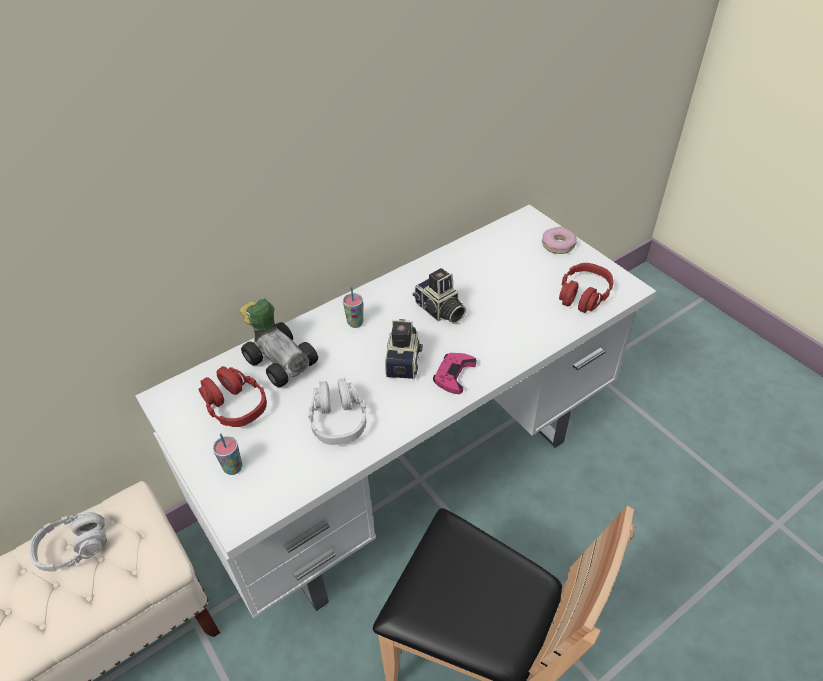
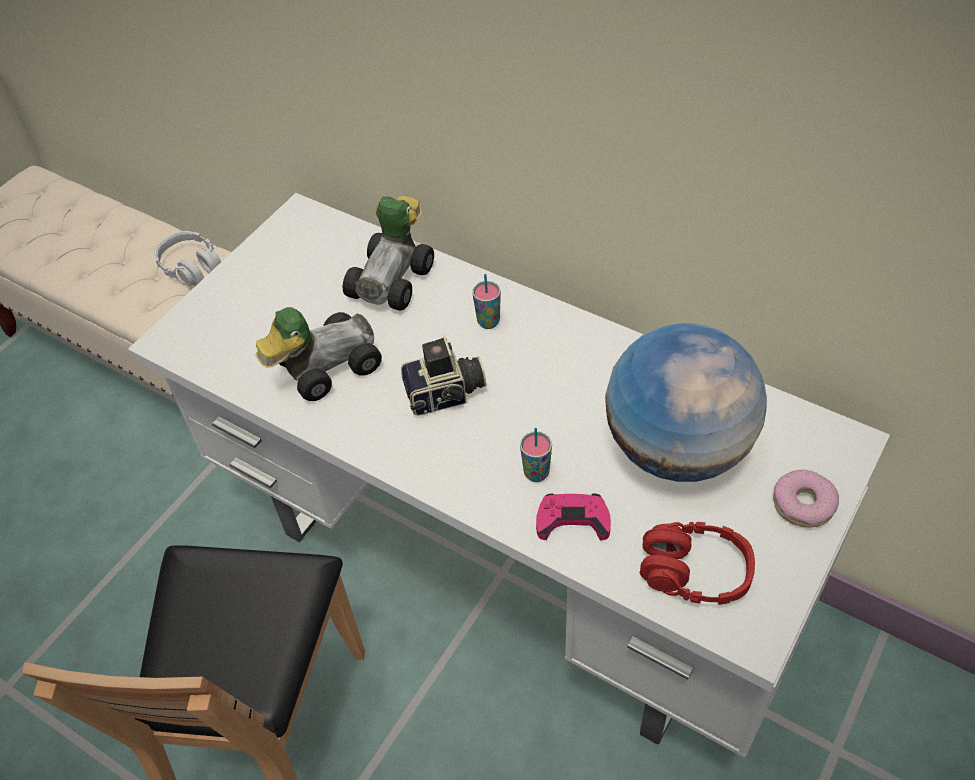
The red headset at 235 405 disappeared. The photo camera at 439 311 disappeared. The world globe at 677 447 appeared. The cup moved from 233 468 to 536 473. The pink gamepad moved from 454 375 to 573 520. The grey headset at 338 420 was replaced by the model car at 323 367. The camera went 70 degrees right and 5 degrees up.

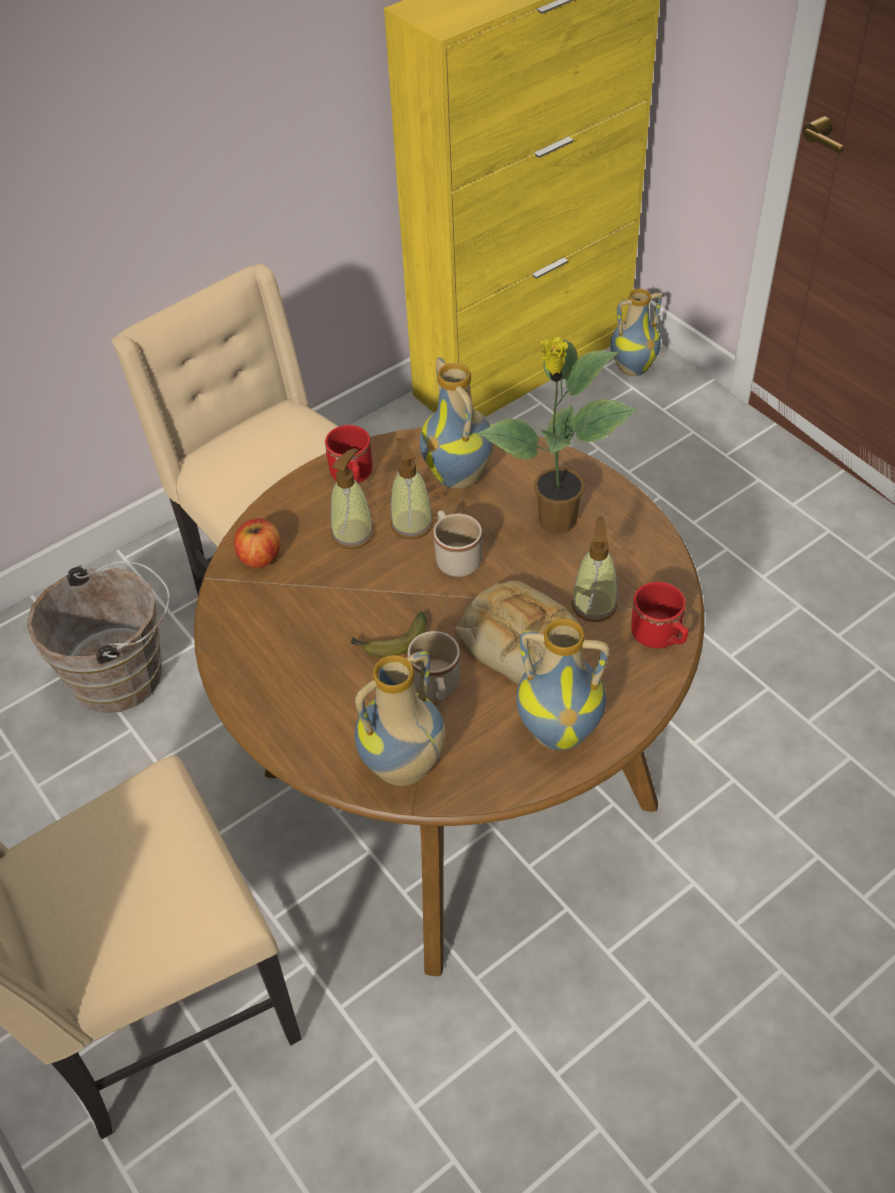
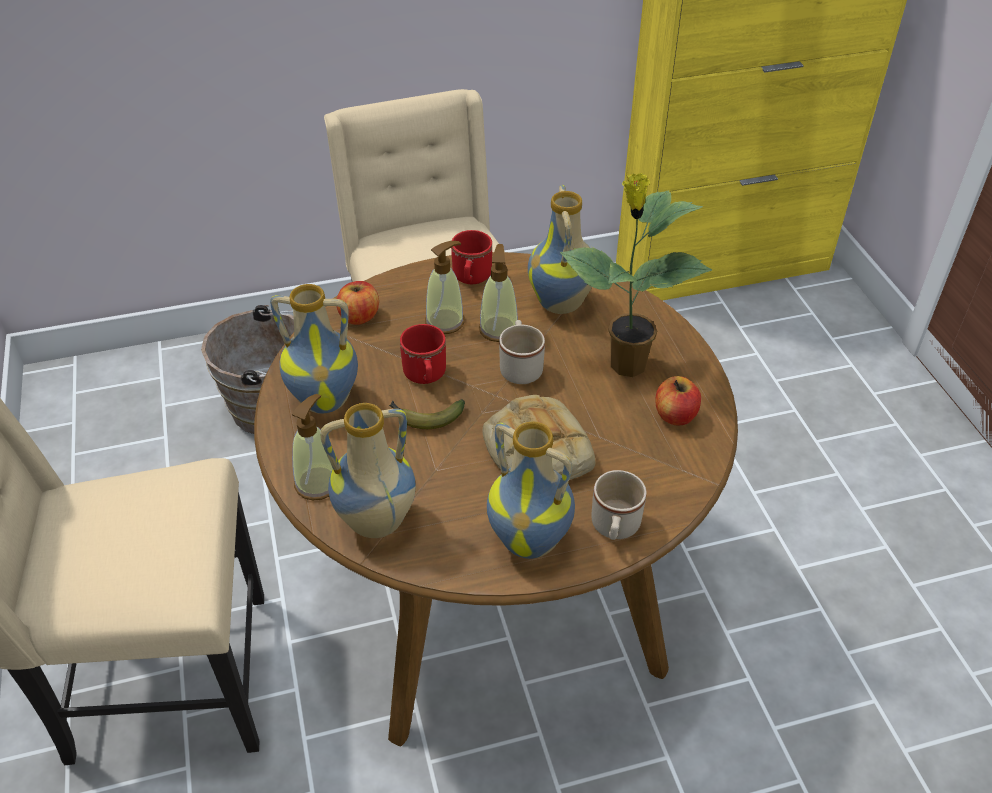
The whole apple at 675 415 appeared. The beige mug moved from 437 688 to 614 529. The soap dispenser moved from 594 604 to 318 483. The flower vase moved from 632 368 to 325 399. The red mug moved from 660 637 to 425 376. The camera went 20 degrees right and 5 degrees down.

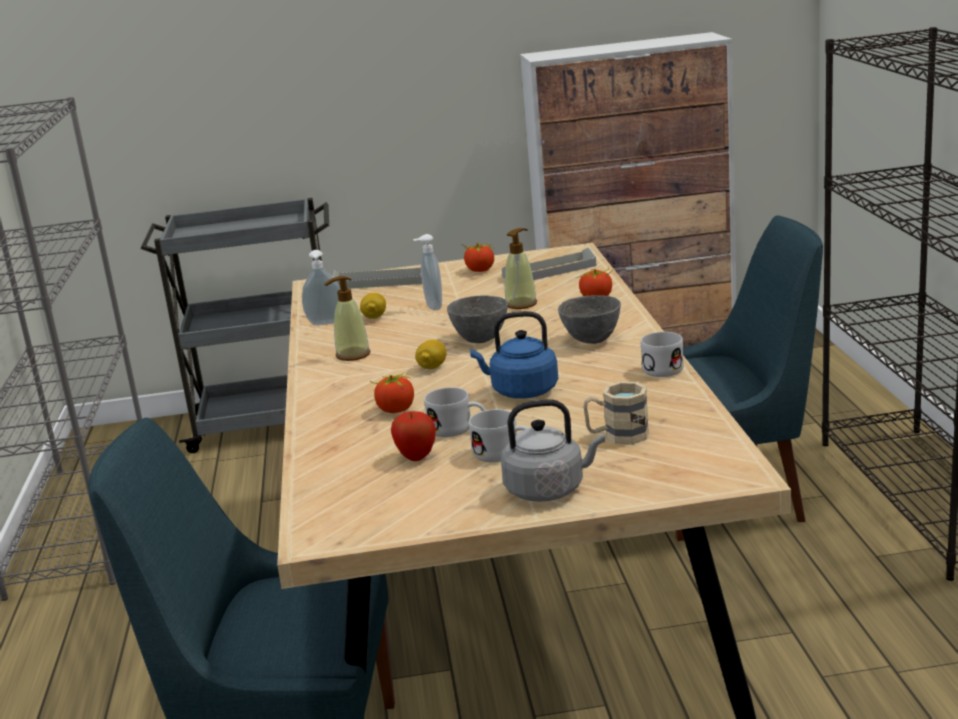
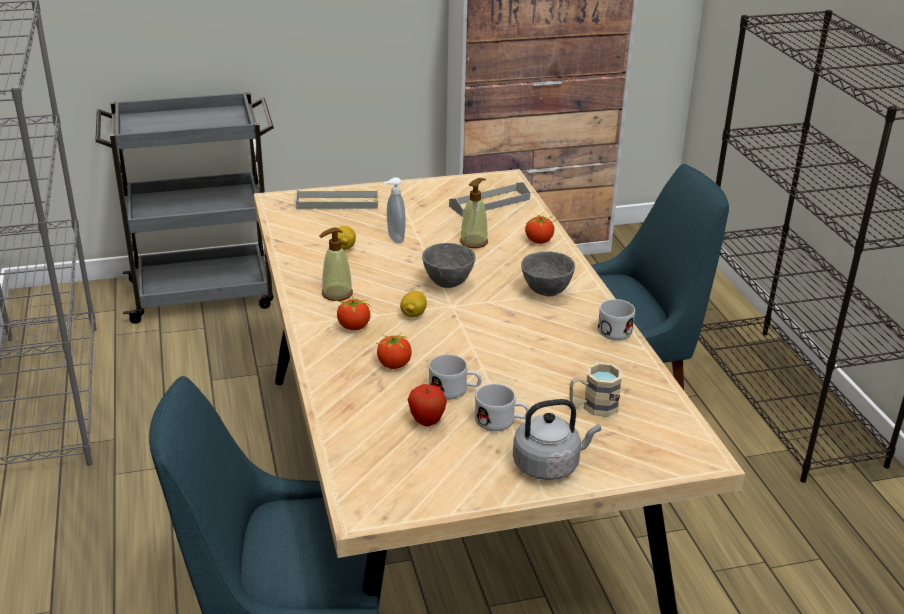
The soap dispenser at 326 323 disappeared. The blue water kettle at 521 391 disappeared. The fresh tomato moved from 480 270 to 353 327. The camera went 10 degrees left and 10 degrees up.

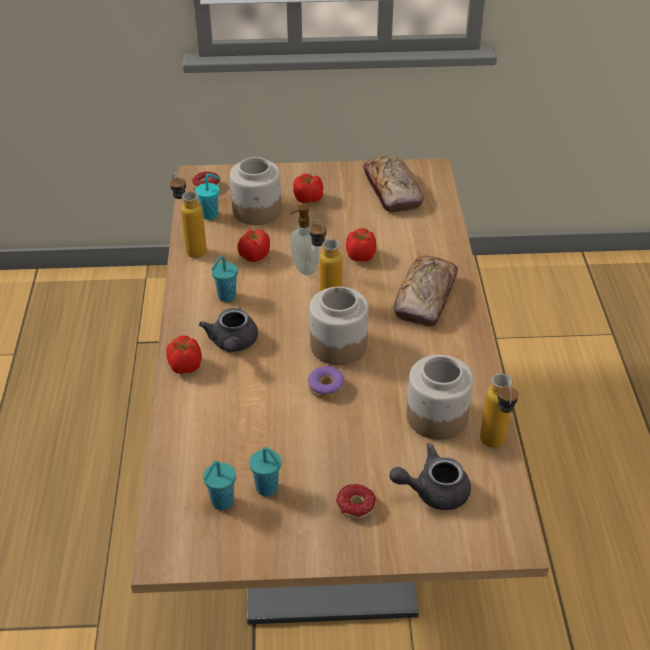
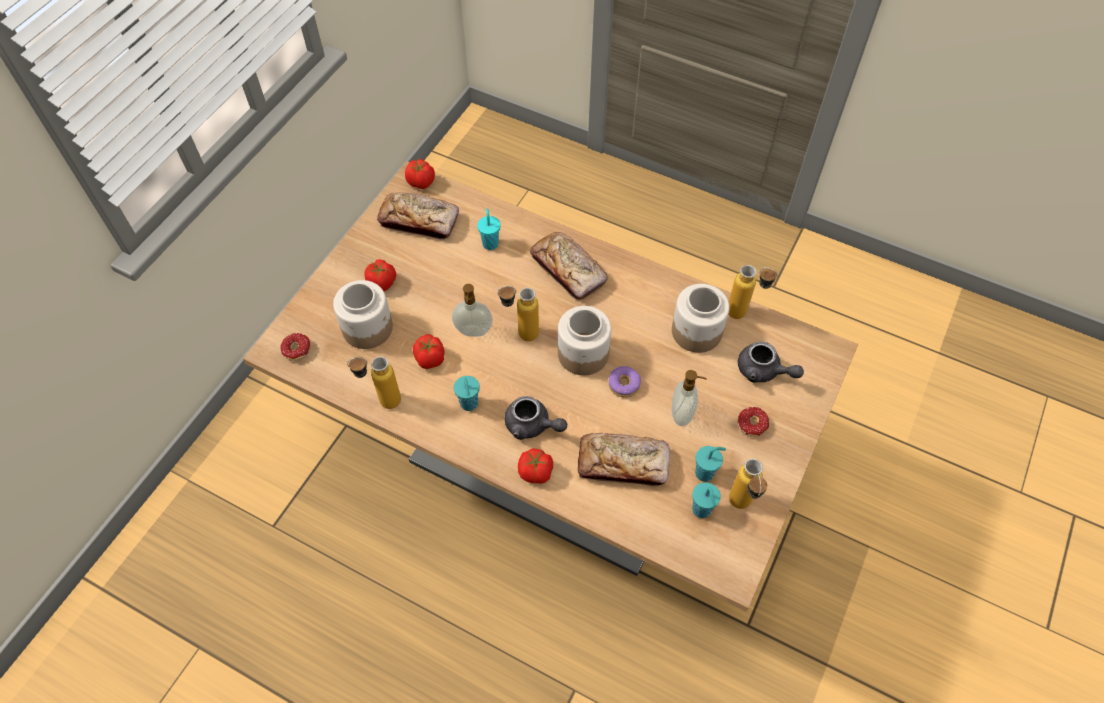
The bakery bread at 623 464 appeared. The soap dispenser at 682 414 appeared. The beverage bottle at 741 508 appeared. The turquoise-coloured cup moved from 211 215 to 490 243. The fresh tomato moved from 360 256 to 421 183. The grey teapot at 433 491 turned 75 degrees counterclockwise. The camera went 60 degrees left and 15 degrees up.

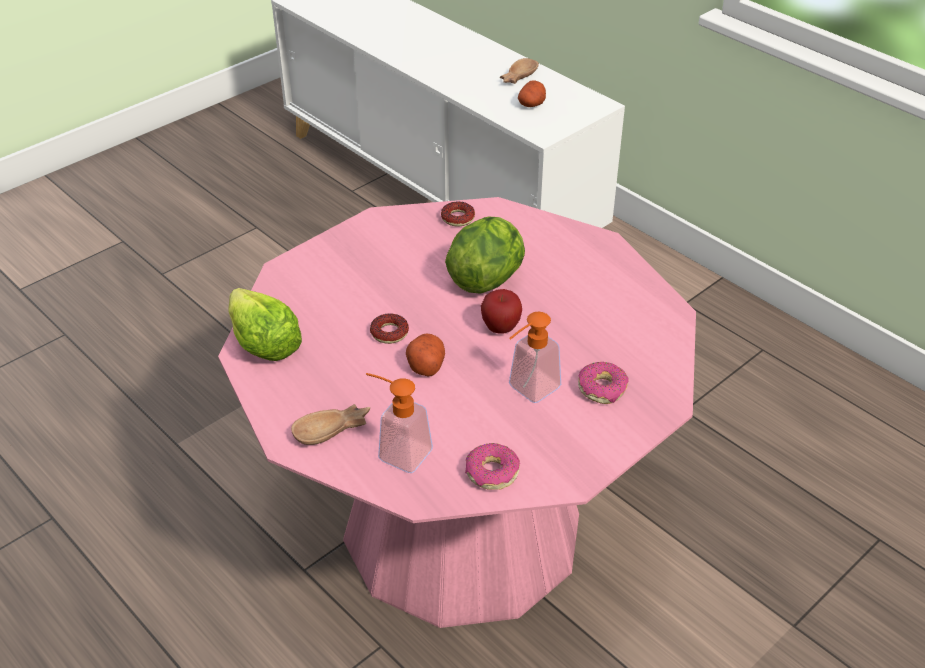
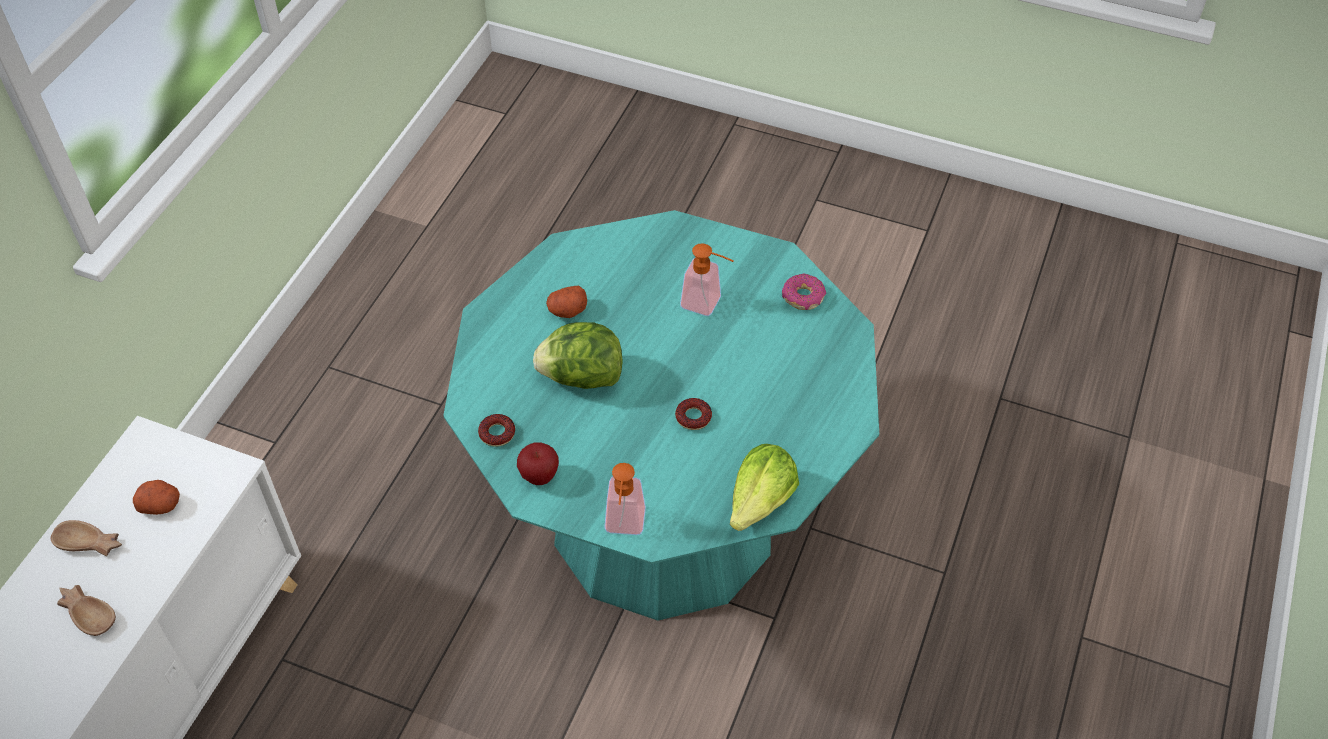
The doughnut at 602 388 disappeared. The brownish bowl moved from 333 430 to 88 612. The soap dispenser moved from 397 451 to 624 527. The whole potato moved from 425 364 to 567 310. The whole apple moved from 500 328 to 539 477. The pink dining table at 462 527 became the turquoise-coloured dining table at 664 520. The camera went 115 degrees left and 10 degrees up.

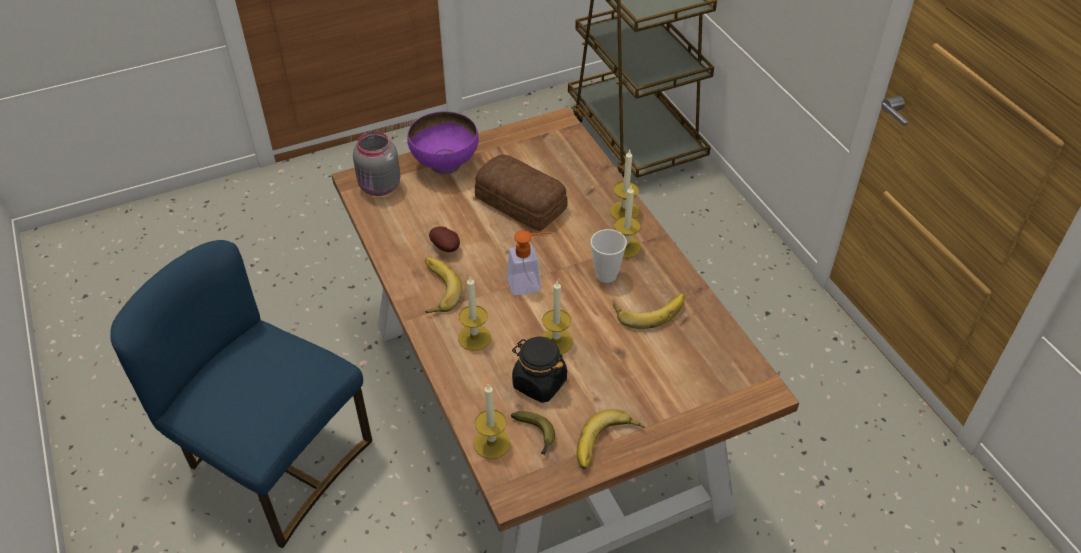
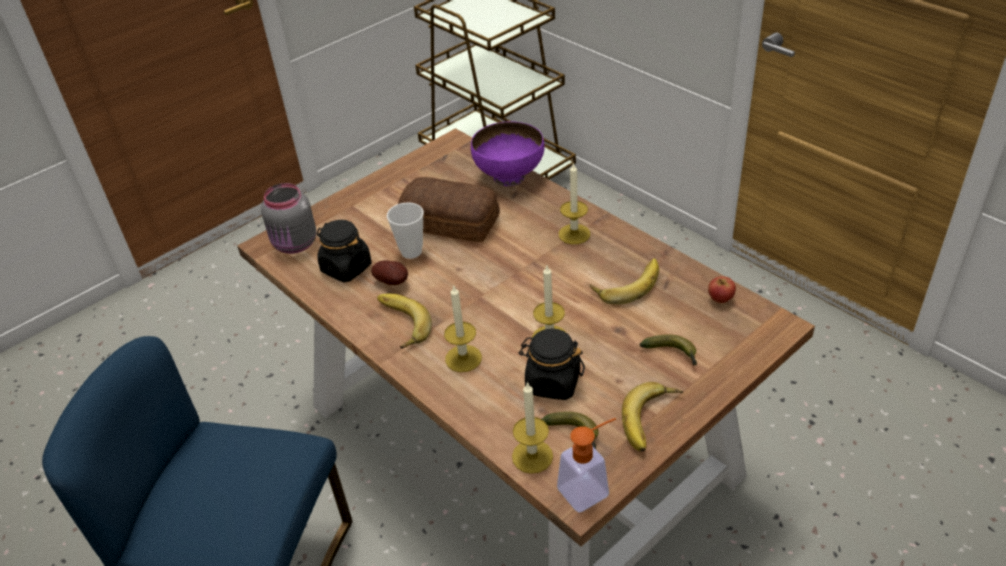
The wax candle at 624 211 disappeared. The black storage jar at 346 268 appeared. The banana fruit at 673 354 appeared. The whole apple at 720 299 appeared. The purple-coloured bowl moved from 445 165 to 509 178. The soap dispenser moved from 530 283 to 590 488. The cup moved from 606 275 to 411 251. The camera went 15 degrees left and 5 degrees down.

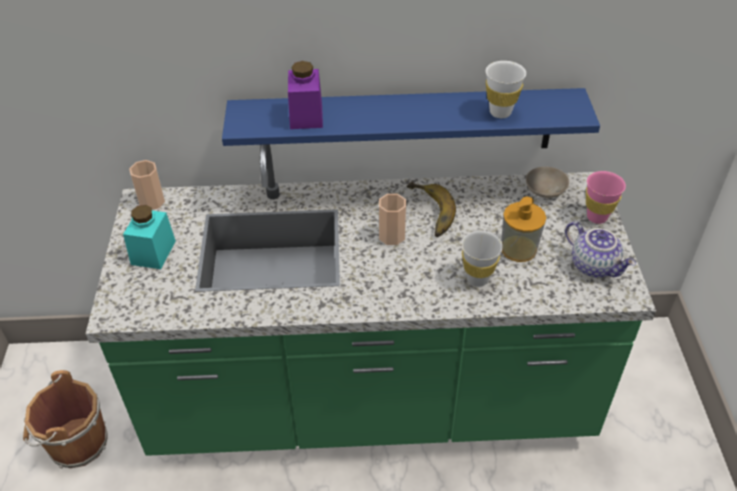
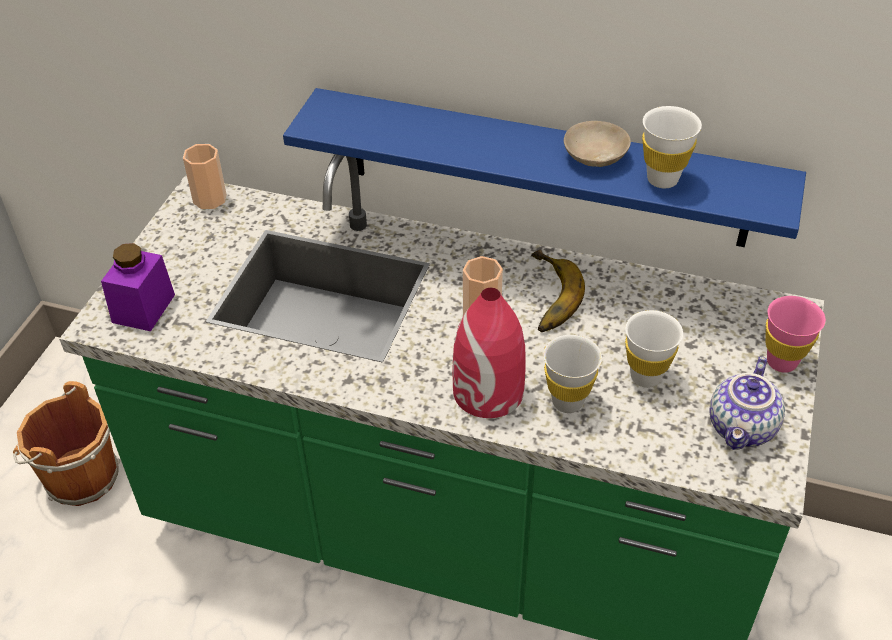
The turquoise-coloured storage jar at 153 252 disappeared. The red flower vase at 488 392 appeared. The purple-coloured storage jar moved from 306 116 to 143 308. The beige bowl moved from 545 189 to 595 155. The soap dispenser at 518 249 was replaced by the white-coloured cup at 645 377. The teapot at 594 266 turned 45 degrees clockwise. The camera went 20 degrees right and 0 degrees up.

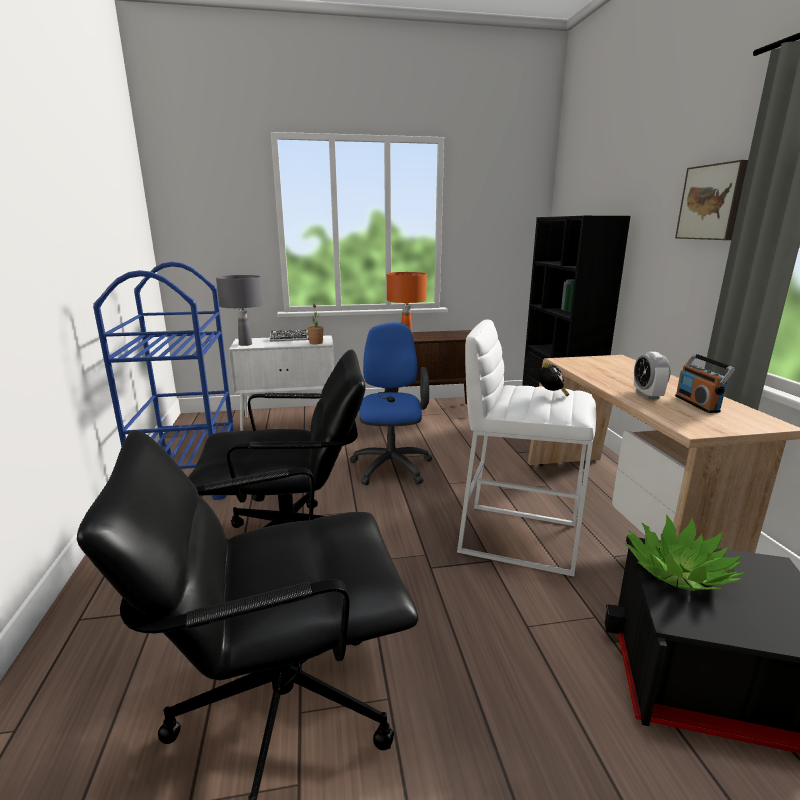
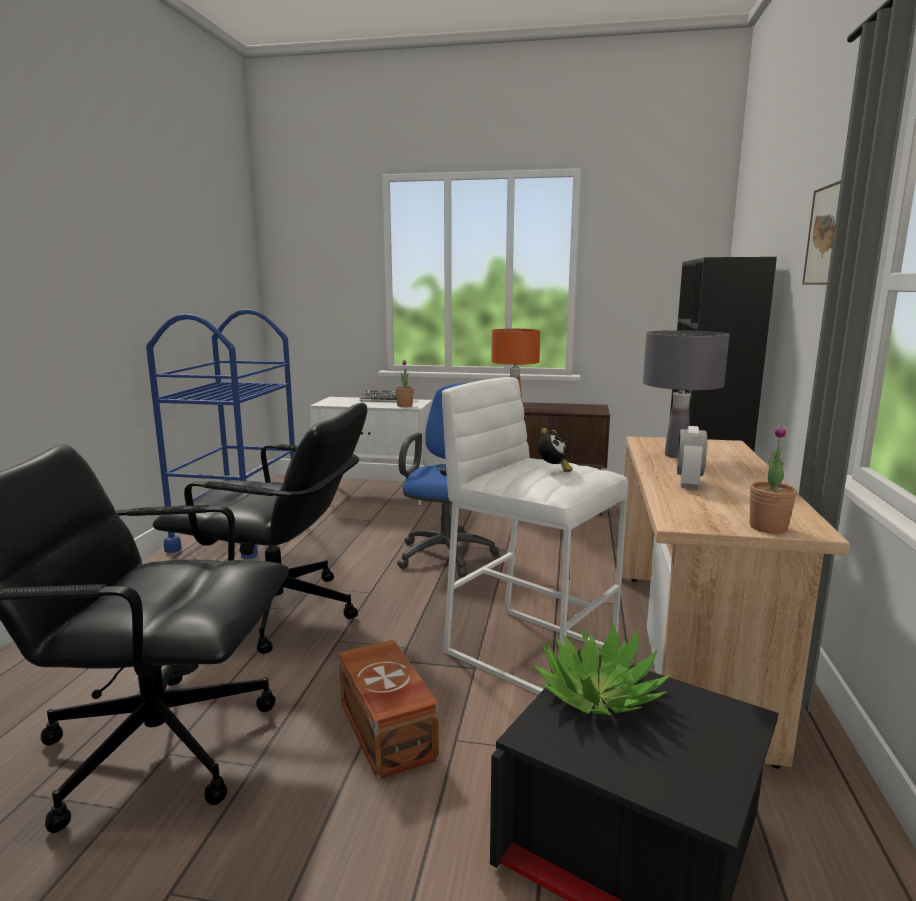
The radio set at 697 404 disappeared. The brownish storage box at 385 731 appeared. The plant in a pot at 768 527 appeared. The grey table lamp moved from 245 344 to 676 455. The camera went 20 degrees right and 5 degrees down.

